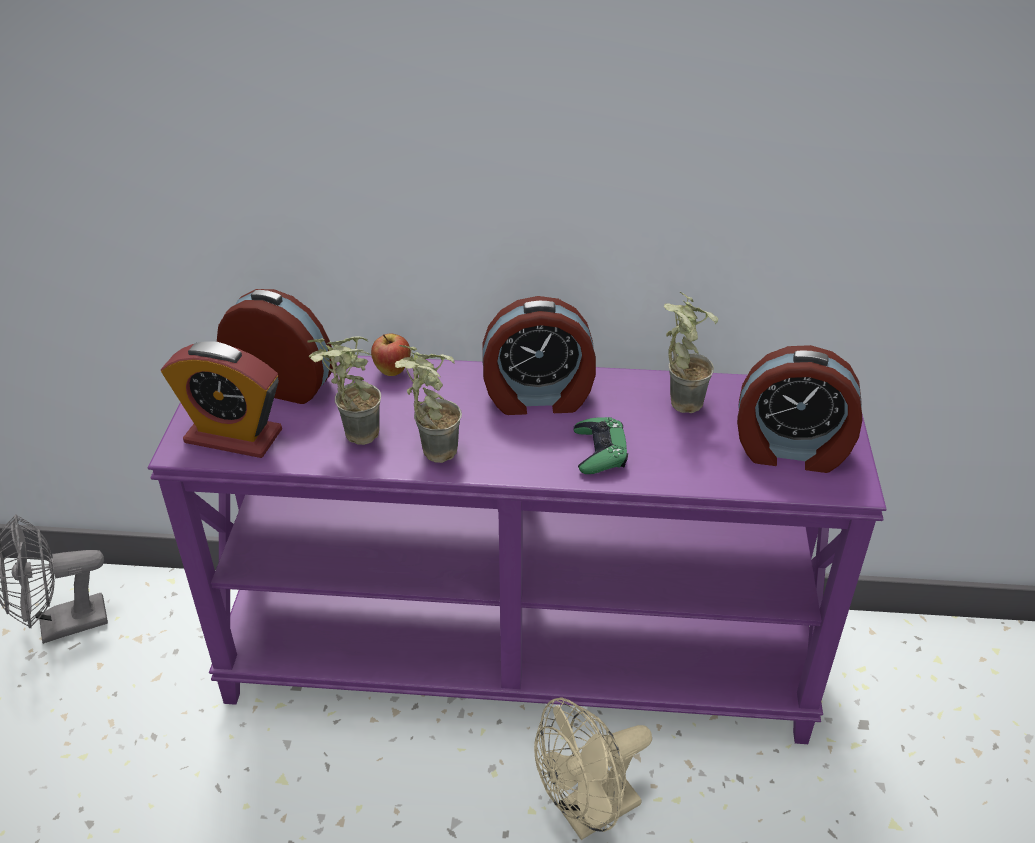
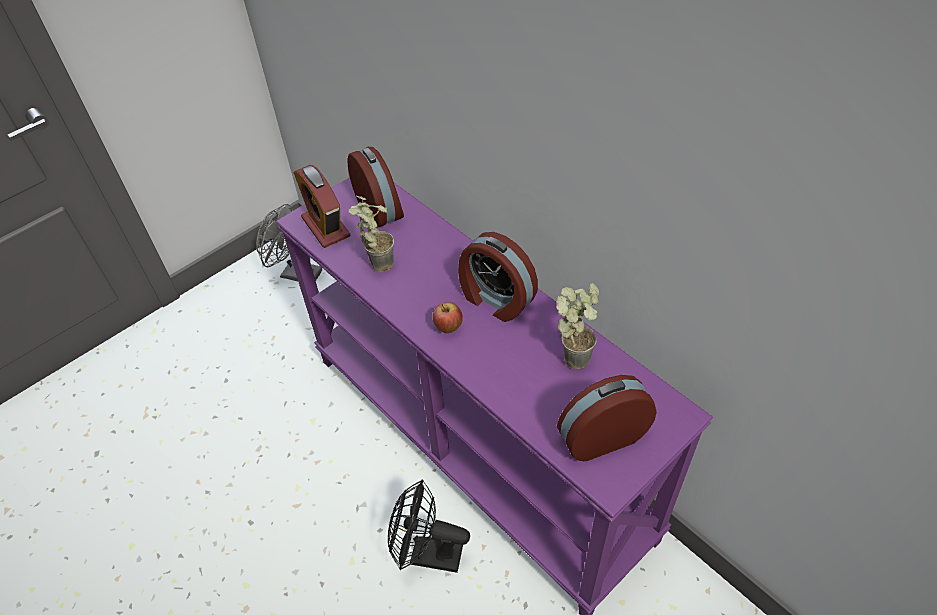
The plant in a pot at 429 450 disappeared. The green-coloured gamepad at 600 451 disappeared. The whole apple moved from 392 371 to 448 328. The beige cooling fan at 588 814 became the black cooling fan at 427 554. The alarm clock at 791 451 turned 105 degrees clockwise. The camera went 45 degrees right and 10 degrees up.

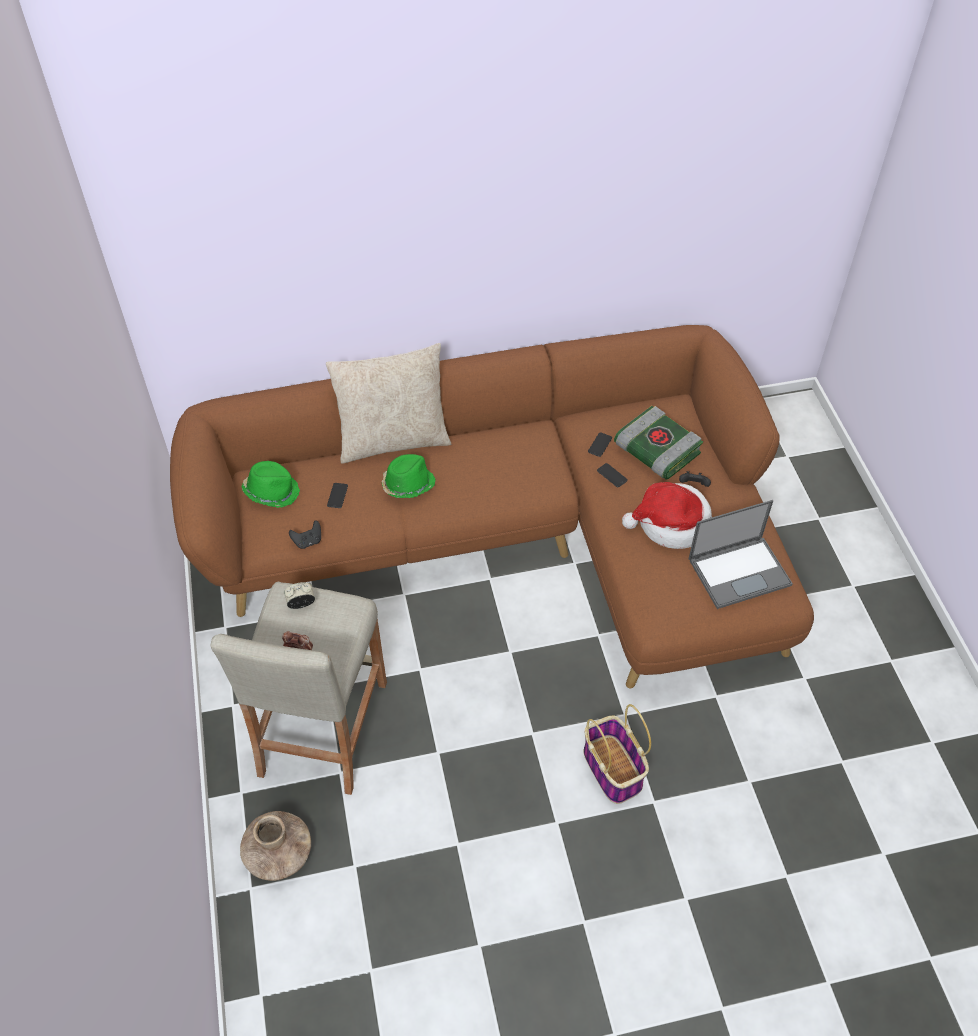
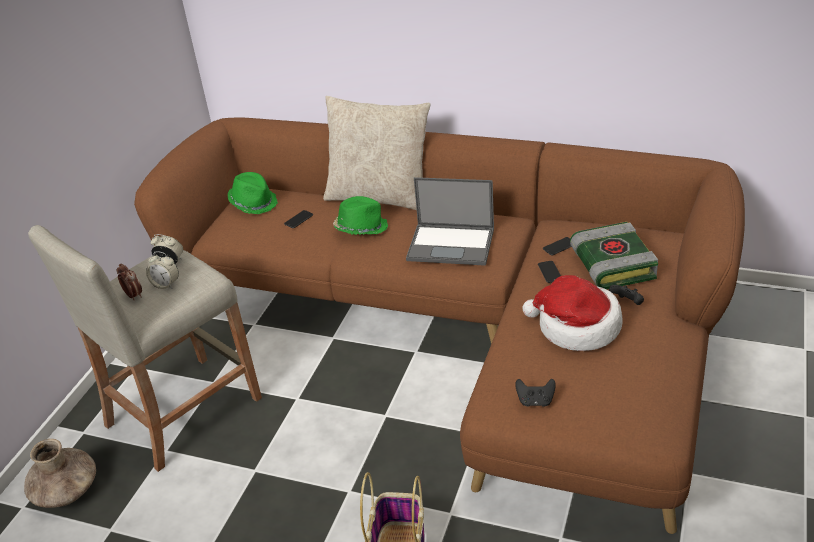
The alarm clock at 166 284 appeared. The black gamepad moved from 308 541 to 535 401. The portable computer moved from 740 571 to 452 244. The camera went 35 degrees right and 15 degrees down.

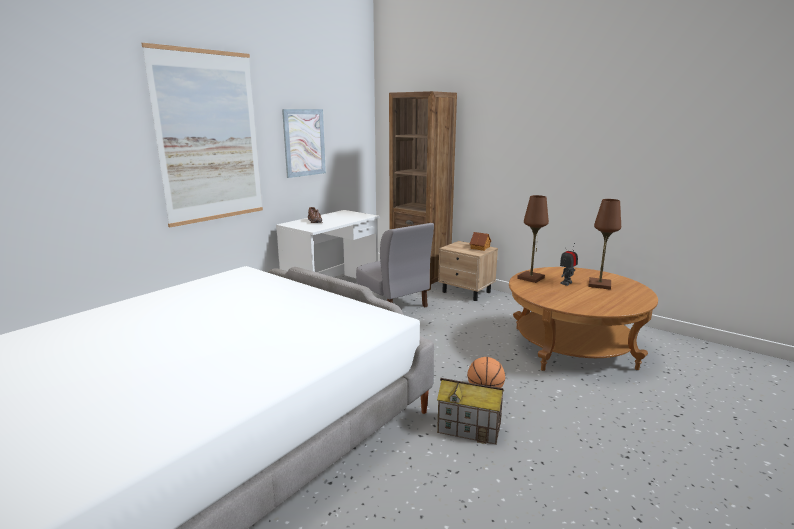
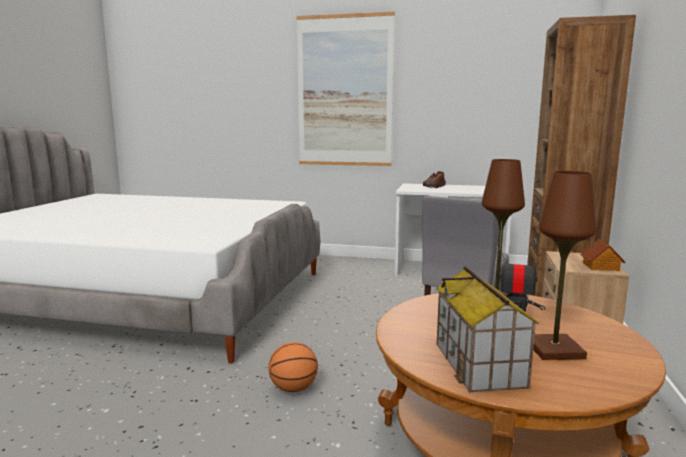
The wall art at 304 142 disappeared. The miniature house moved from 470 428 to 480 365. The camera went 65 degrees right and 5 degrees down.

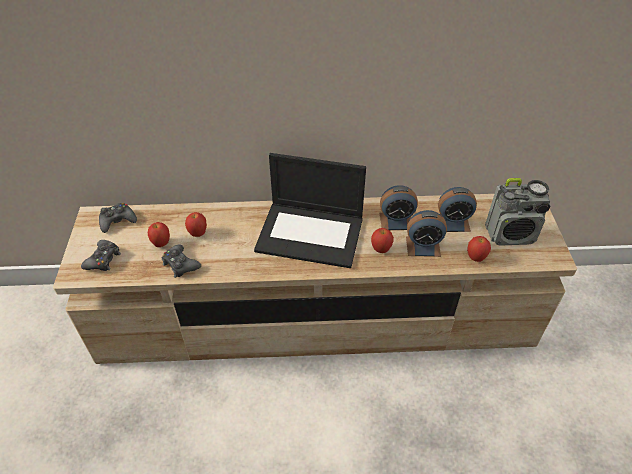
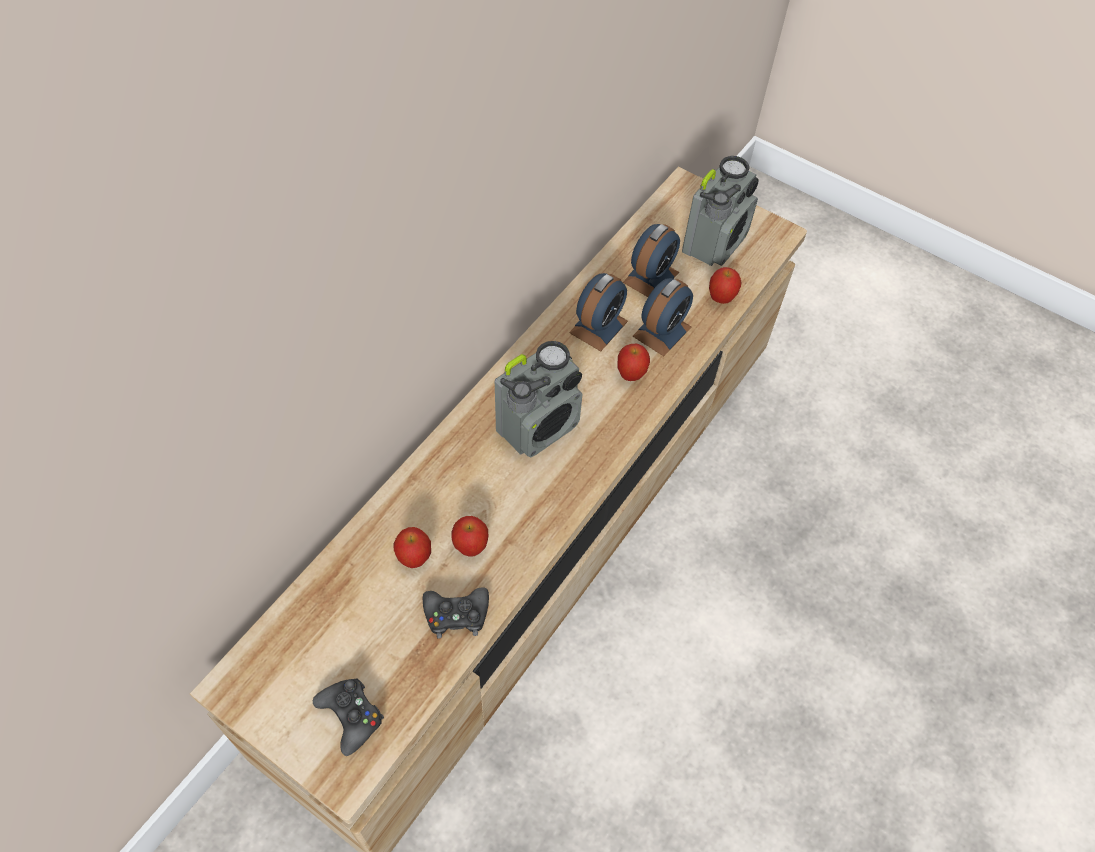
The black gamepad at 117 221 disappeared. The whole apple moved from 161 243 to 471 547. The portable computer at 311 234 was replaced by the radio set at 539 426. The camera went 55 degrees left and 10 degrees up.

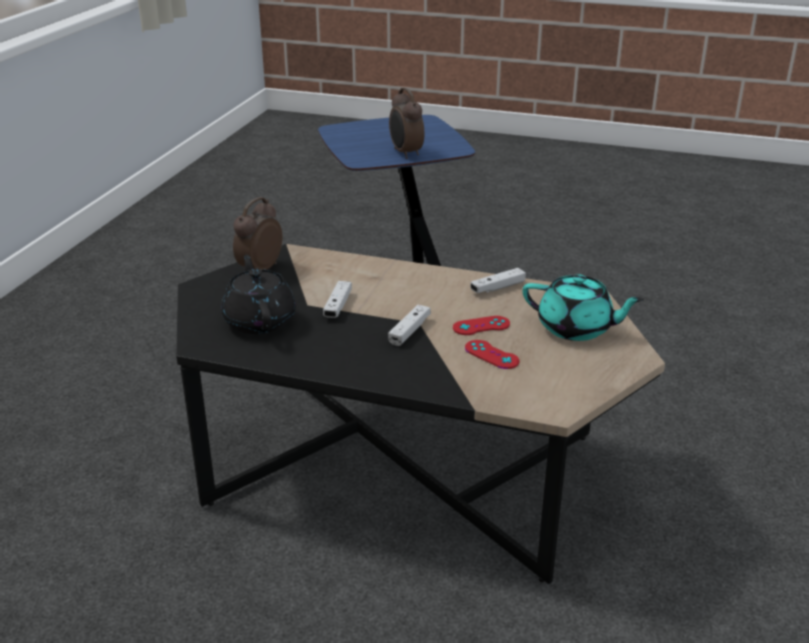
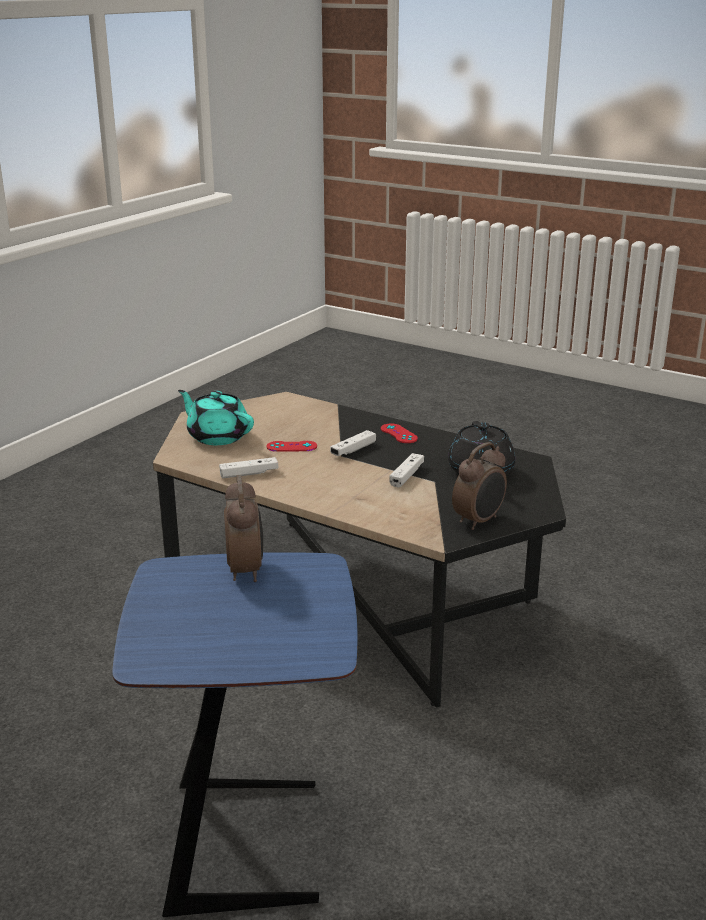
The red gamepad moved from 491 355 to 399 434. The camera went 165 degrees left and 5 degrees down.

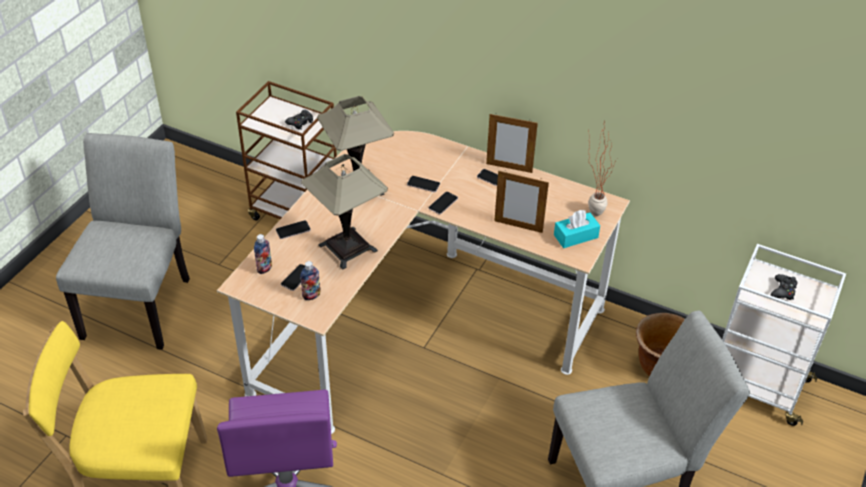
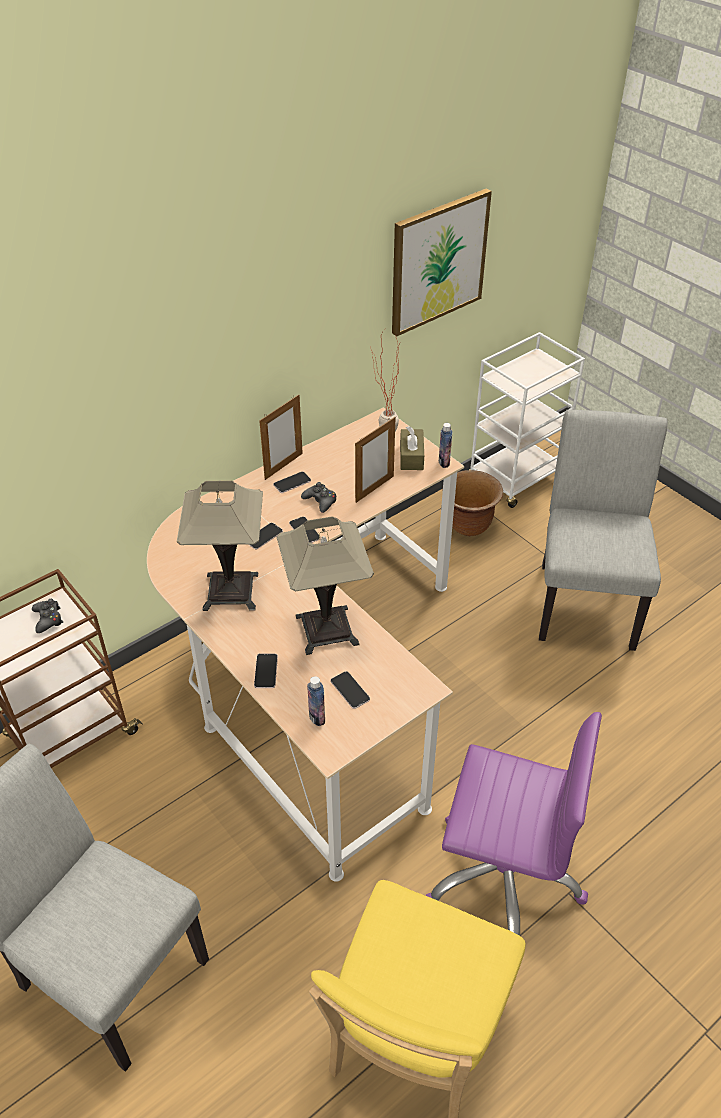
The wall art at 438 261 appeared. The beverage bottle moved from 311 295 to 444 462. The black gamepad moved from 783 291 to 320 501. The turquoise-coloured tissue holder at 575 236 became the brownish tissue holder at 411 456. The camera went 65 degrees left and 0 degrees up.

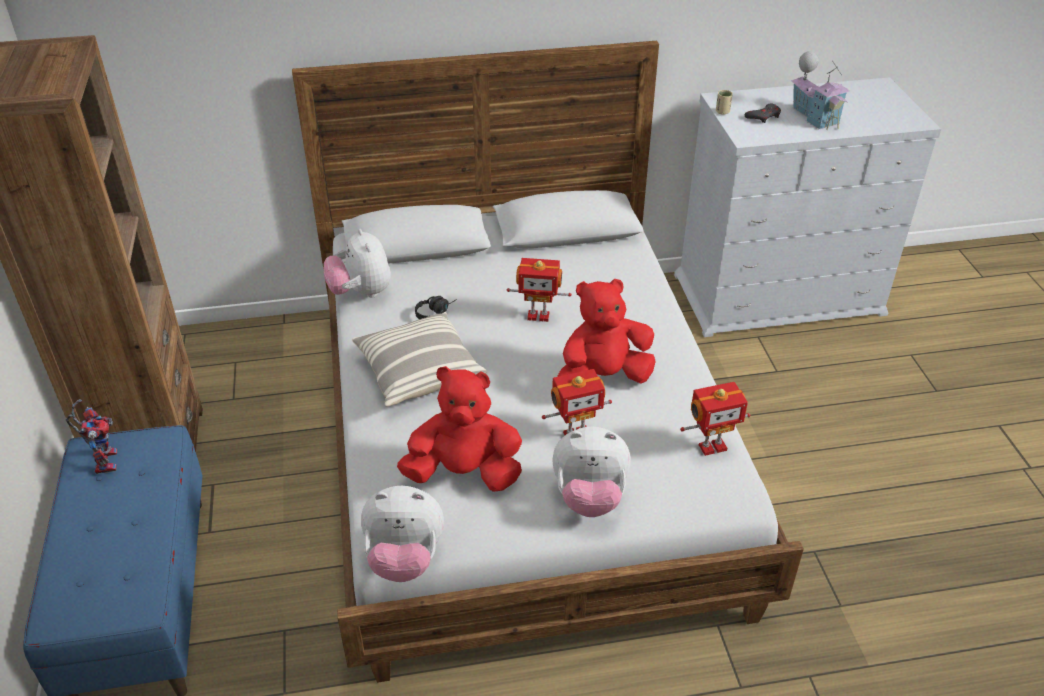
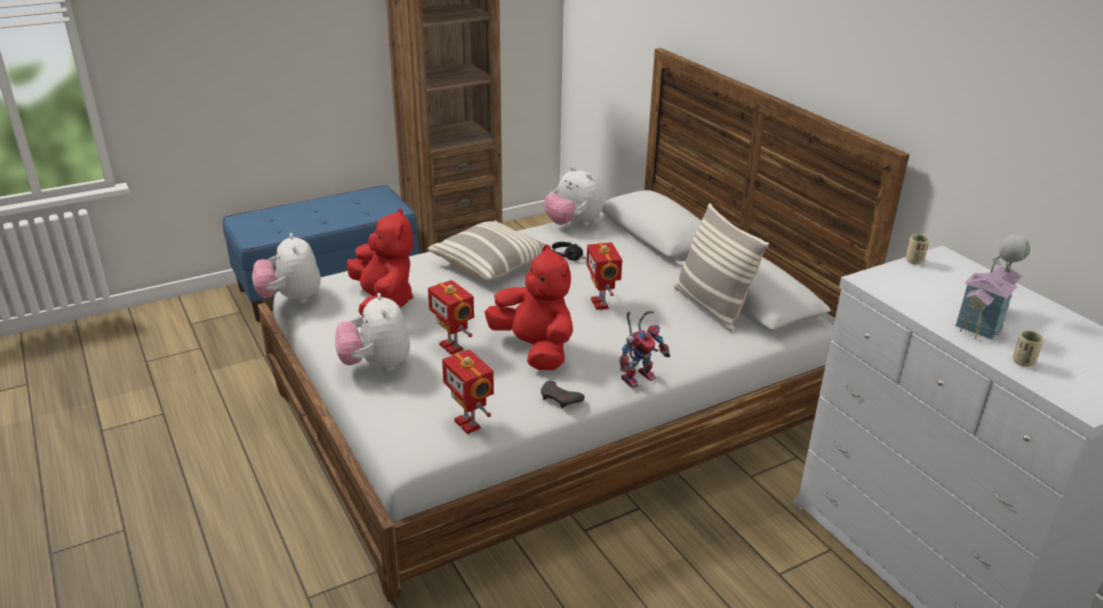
The pillow at 711 307 appeared. The beige cup at 1023 362 appeared. The toy robot moved from 103 459 to 639 376. The grey gamepad moved from 763 116 to 560 398. The cuddly toy at 361 292 turned 90 degrees counterclockwise. The camera went 70 degrees right and 10 degrees down.

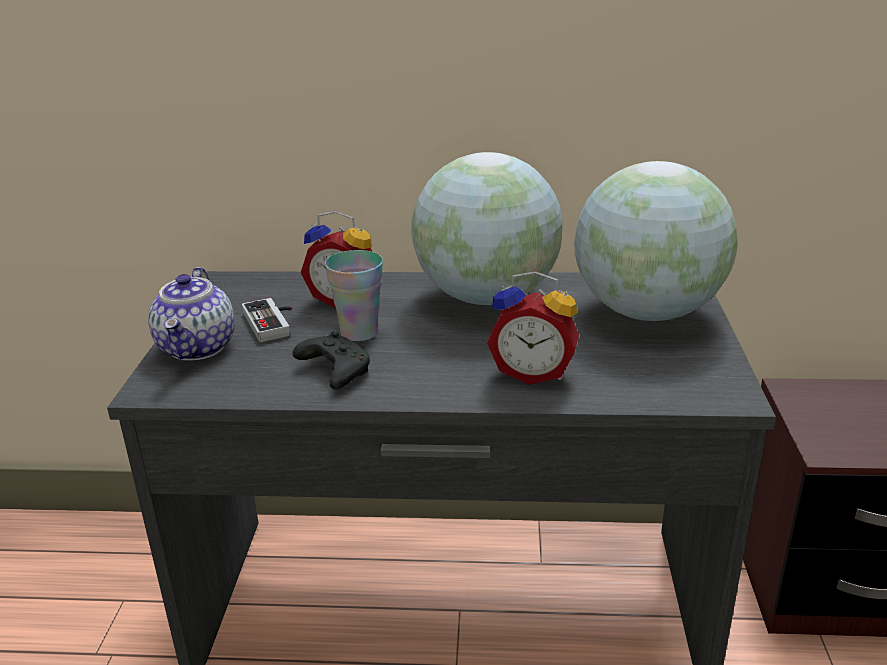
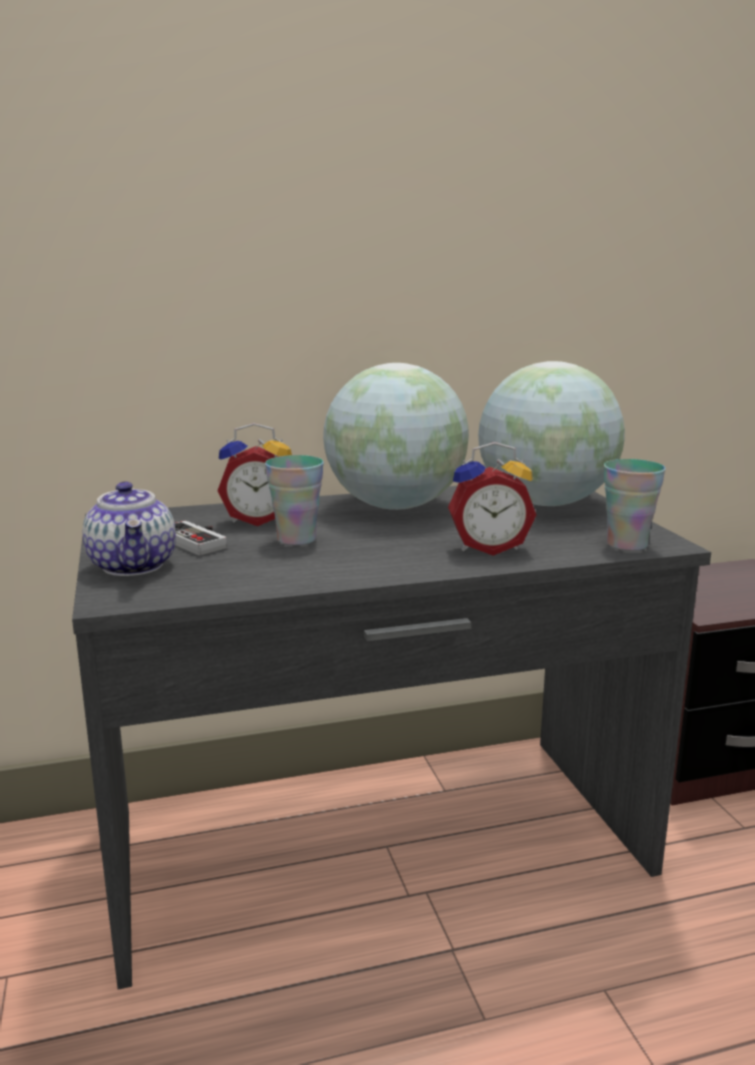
The black gamepad at 334 371 disappeared. The cup at 627 544 appeared. The camera went 20 degrees left and 10 degrees down.

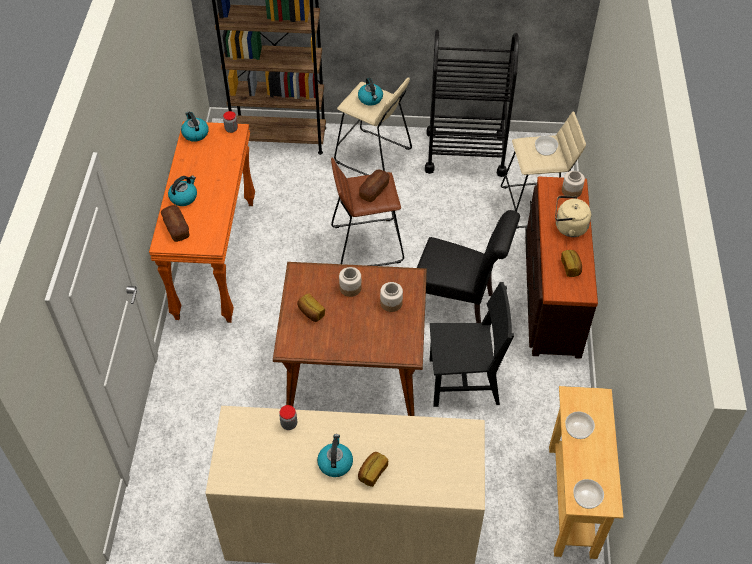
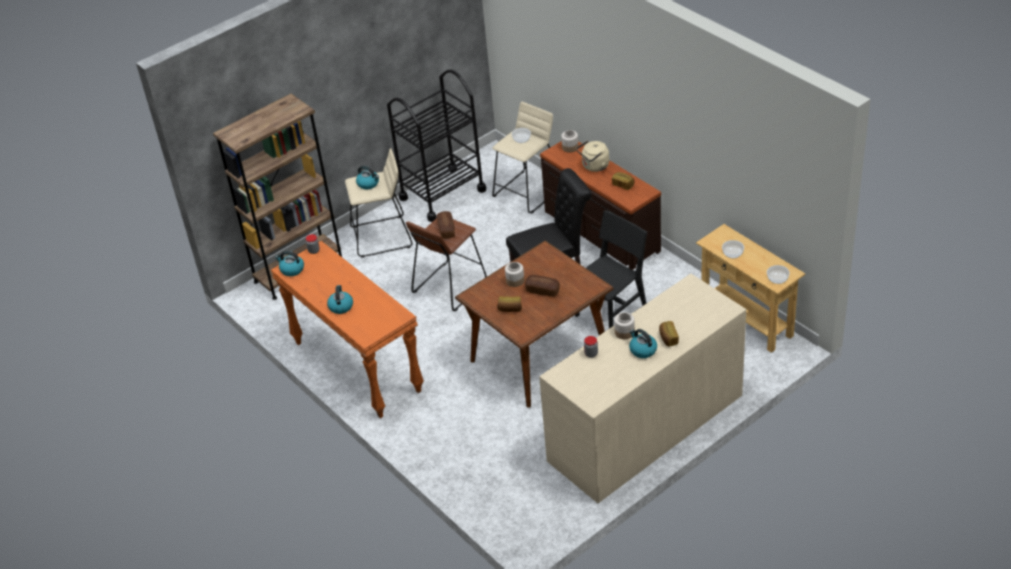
The bakery bread moved from 176 228 to 542 290. The storage jar moved from 391 303 to 624 332. The camera went 40 degrees left and 10 degrees down.

